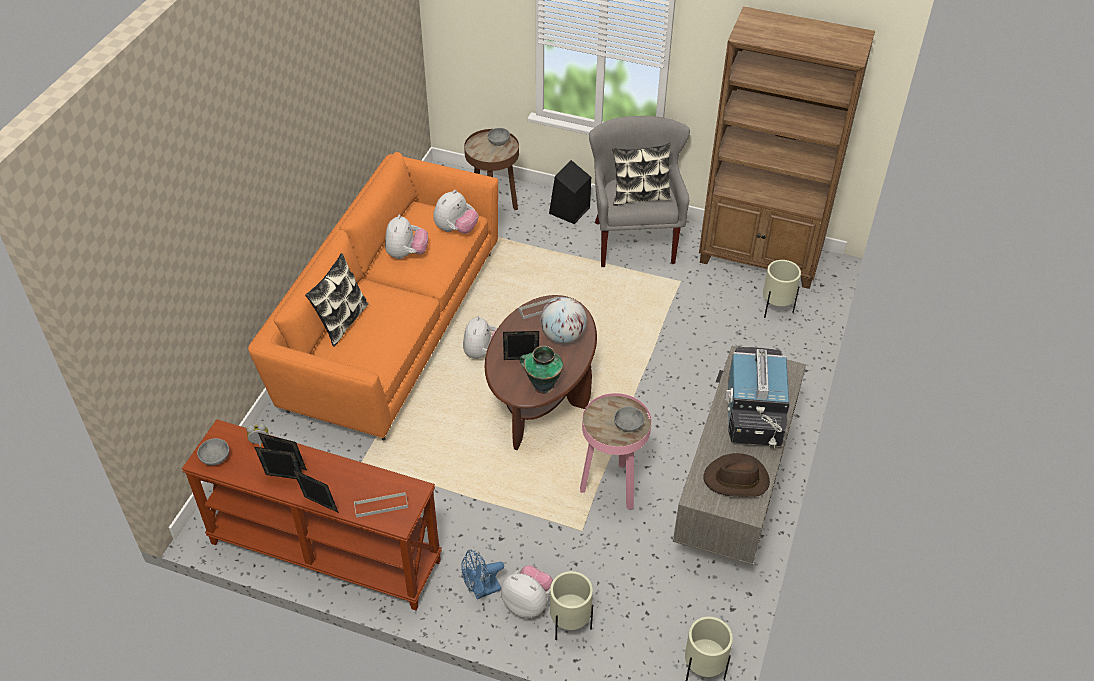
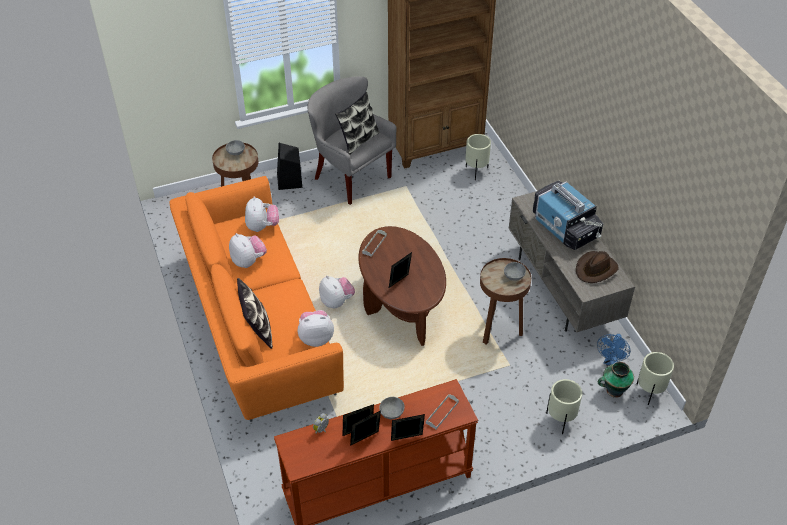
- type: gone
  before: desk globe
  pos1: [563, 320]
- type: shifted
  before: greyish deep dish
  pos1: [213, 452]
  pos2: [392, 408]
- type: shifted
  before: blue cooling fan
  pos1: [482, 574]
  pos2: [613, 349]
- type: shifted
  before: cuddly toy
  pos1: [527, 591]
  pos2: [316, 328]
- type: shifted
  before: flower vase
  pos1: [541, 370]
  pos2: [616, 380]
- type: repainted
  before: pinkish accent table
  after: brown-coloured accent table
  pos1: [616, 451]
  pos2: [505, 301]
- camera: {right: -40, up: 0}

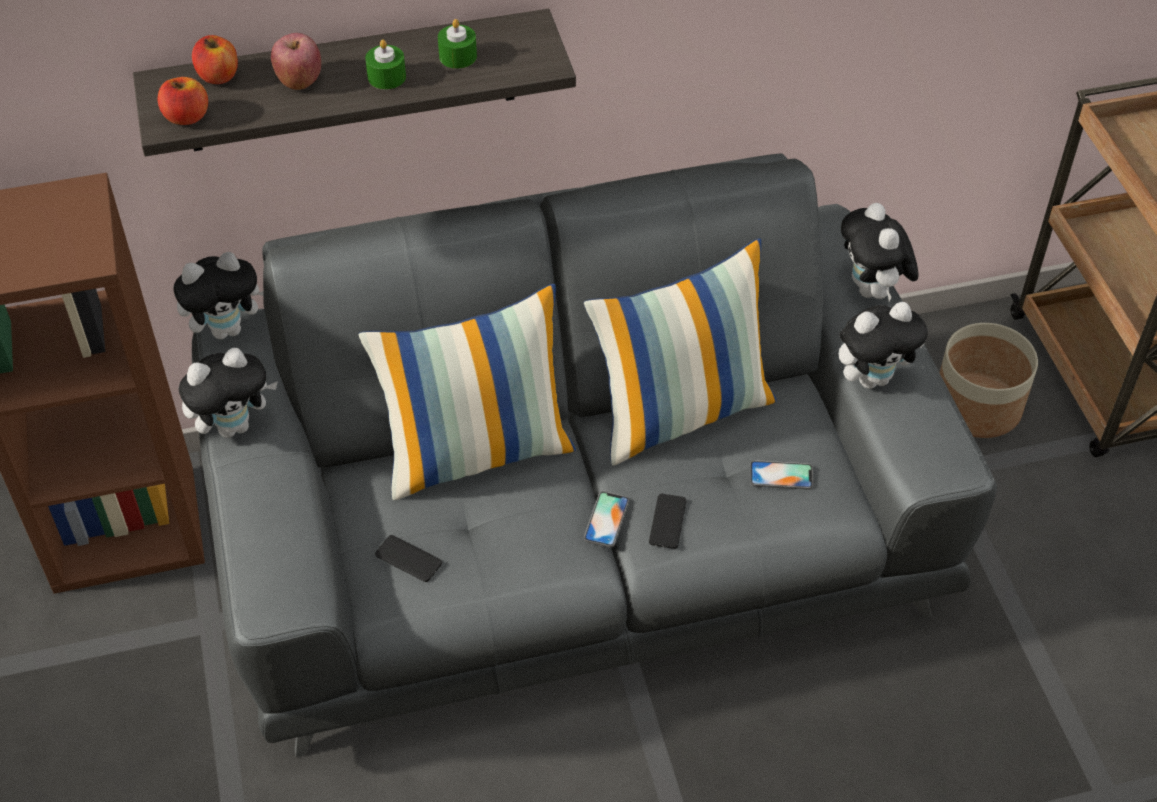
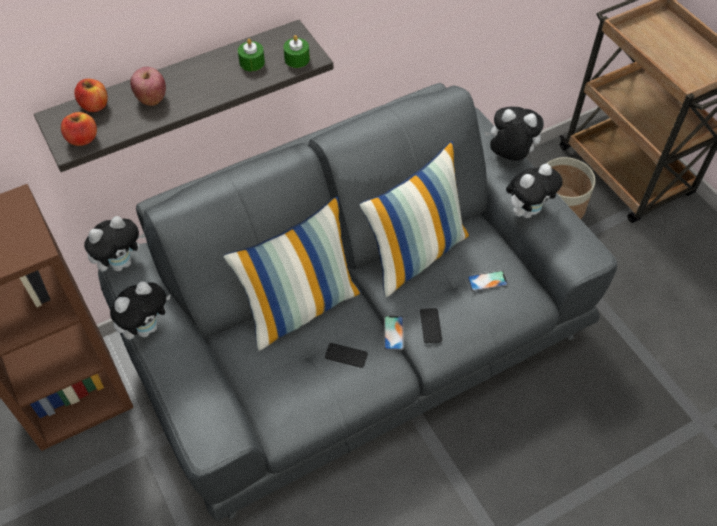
- type: shifted
  before: greenish wax light
  pos1: [385, 64]
  pos2: [296, 51]
- type: shifted
  before: handset
  pos1: [408, 558]
  pos2: [346, 355]
- type: rotated
  before: cuddly toy
  pos1: [879, 252]
  pos2: [514, 134]
  turn: 135
- camera: {right: -15, up: 5}

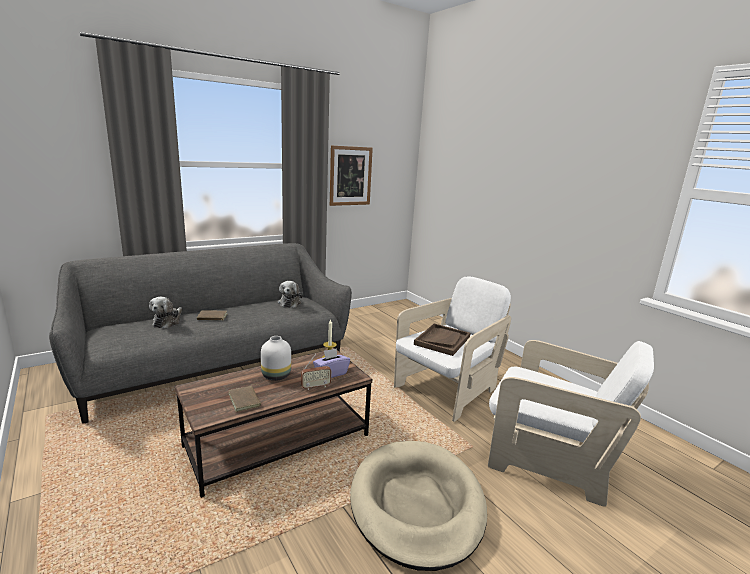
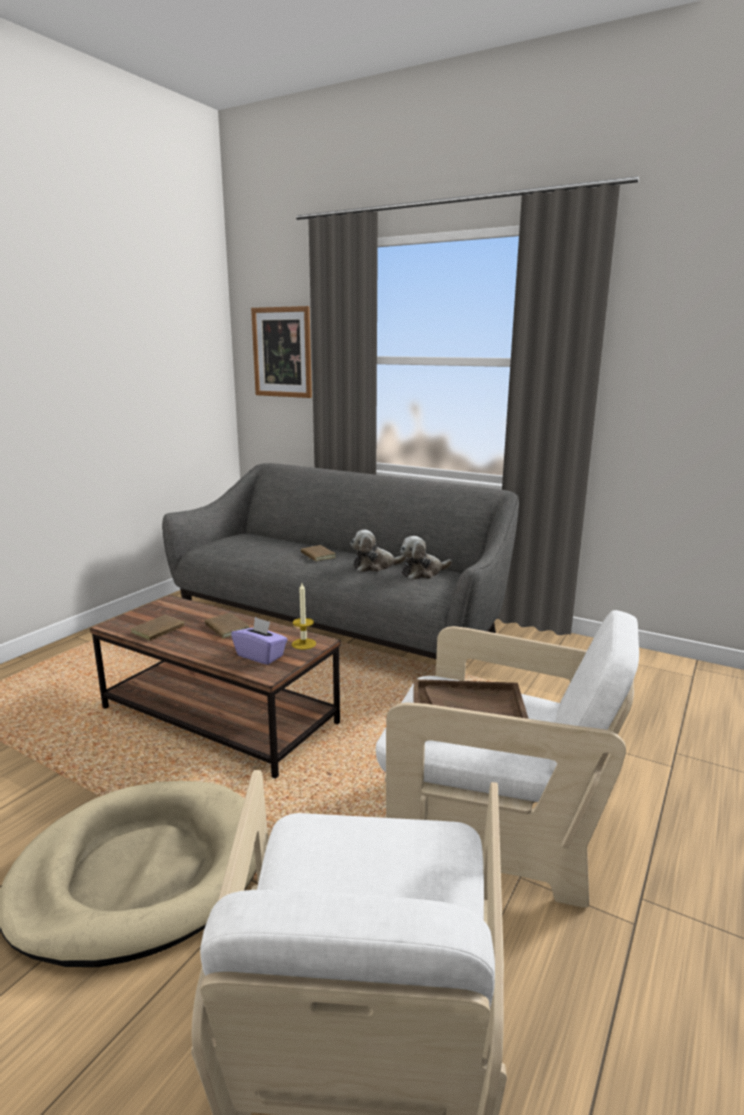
- type: gone
  before: radio set
  pos1: [316, 371]
- type: shifted
  before: cuddly toy
  pos1: [165, 312]
  pos2: [378, 551]
- type: shifted
  before: wall picture
  pos1: [351, 176]
  pos2: [281, 352]
- type: swapped
  before: whitish flower vase
  after: brown-coloured volume
  pos1: [276, 358]
  pos2: [227, 625]
- camera: {right: 65, up: 0}

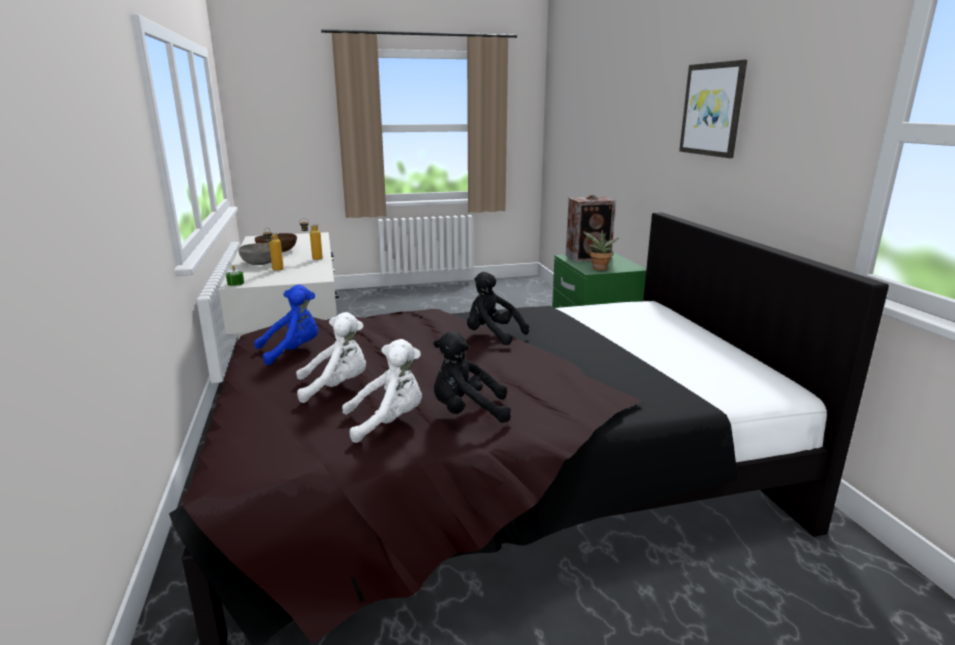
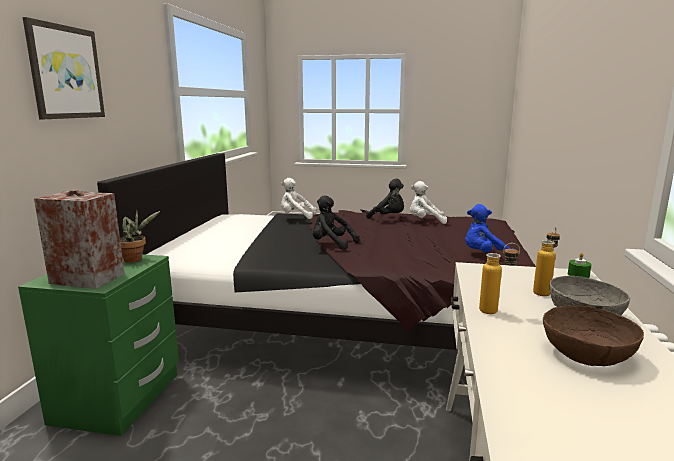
- type: shifted
  before: whitish cuddly toy
  pos1: [331, 357]
  pos2: [299, 198]
- type: rotated
  before: blackish cuddly toy
  pos1: [498, 308]
  pos2: [336, 222]
  turn: 150
- camera: {right: -155, up: -5}

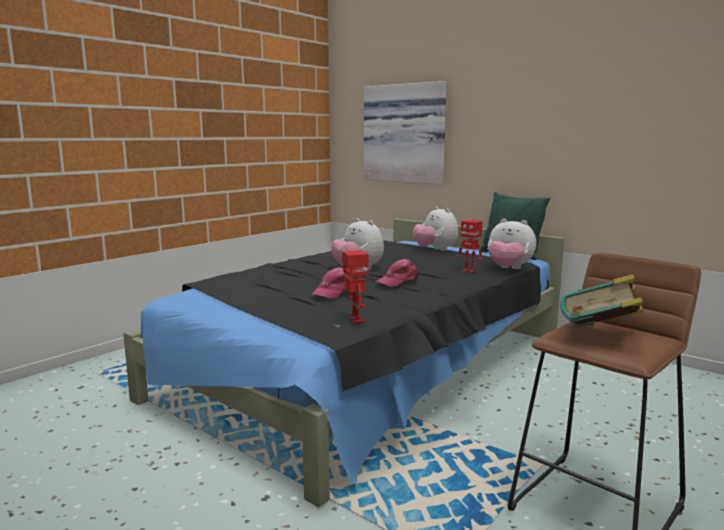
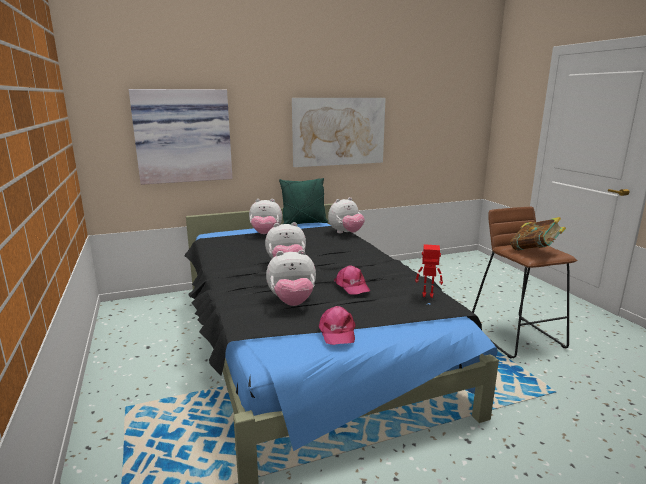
- type: gone
  before: model robot
  pos1: [470, 246]
- type: new
  after: cuddly toy
  pos2: [291, 278]
- type: new
  after: wall picture
  pos2: [339, 132]
- type: shifted
  before: pinkish cap
  pos1: [396, 273]
  pos2: [337, 325]
- camera: {right: -60, up: 5}

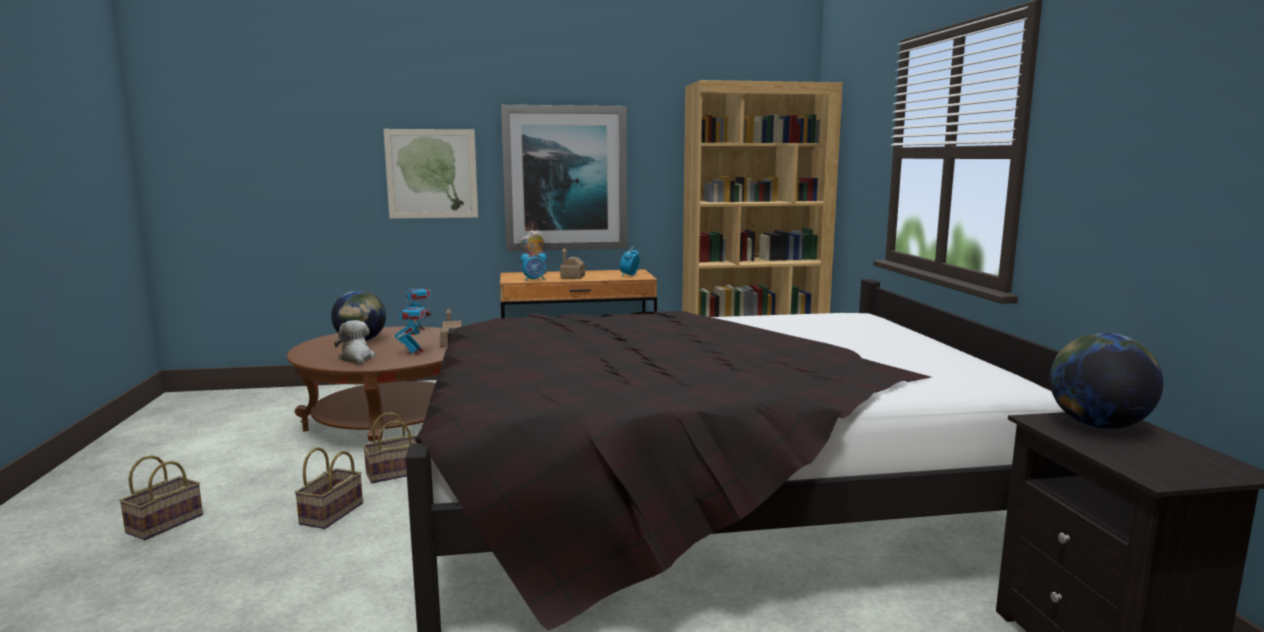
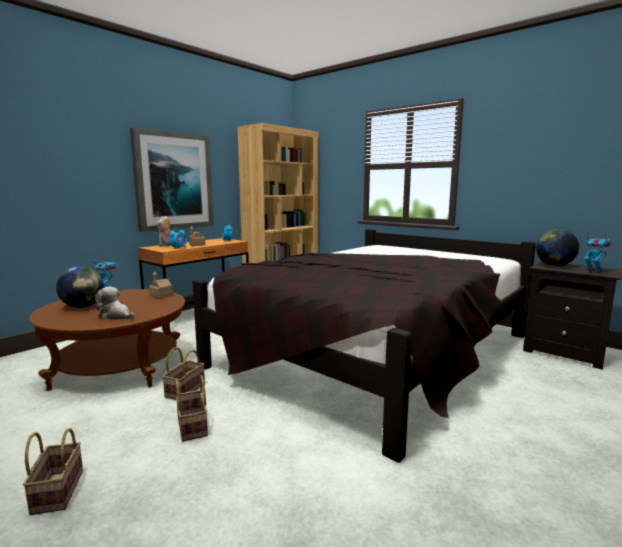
- type: gone
  before: wall picture
  pos1: [430, 174]
- type: shifted
  before: model robot
  pos1: [413, 326]
  pos2: [597, 252]
- camera: {right: -40, up: 0}

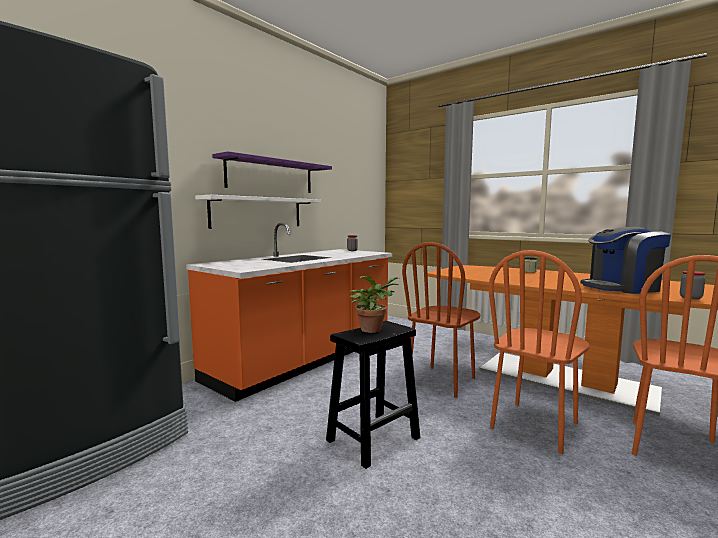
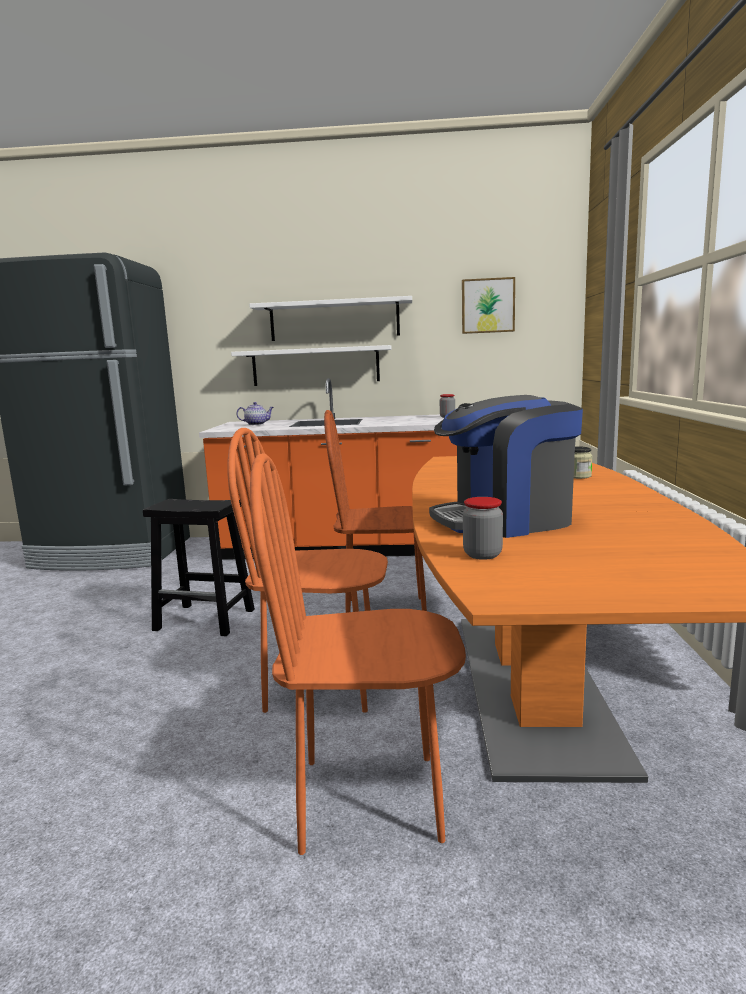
- type: gone
  before: potted plant
  pos1: [375, 304]
- type: new
  after: pot for tea
  pos2: [255, 413]
- type: new
  after: wall picture
  pos2: [488, 305]
- type: repainted
  before: purple-coloured shelf
  after: whitish shelf
  pos1: [272, 172]
  pos2: [330, 318]
- type: rotated
  before: coffee brewer
  pos1: [626, 260]
  pos2: [506, 466]
  turn: -60
- camera: {right: 55, up: 5}

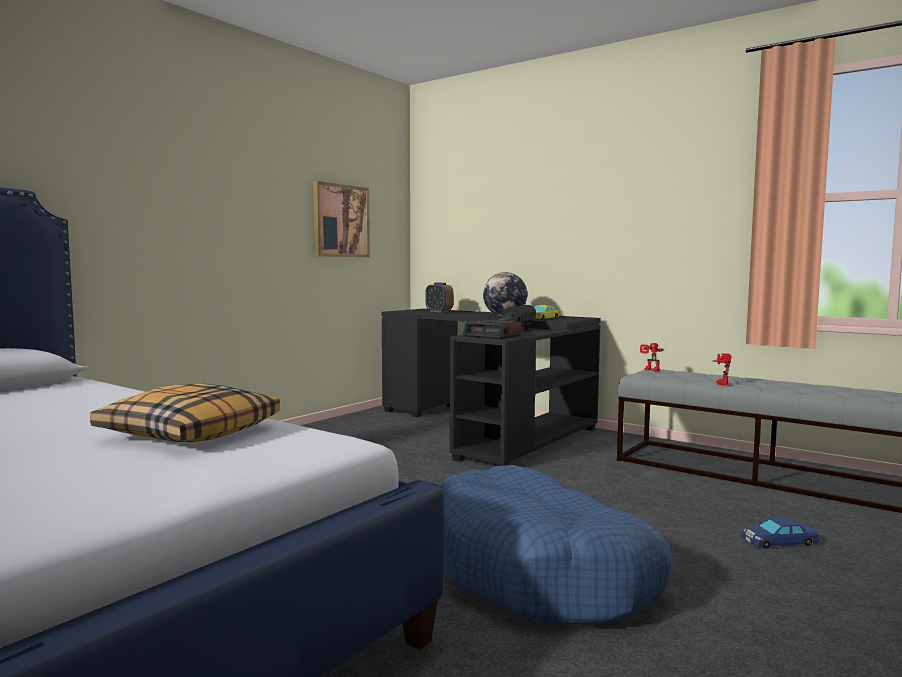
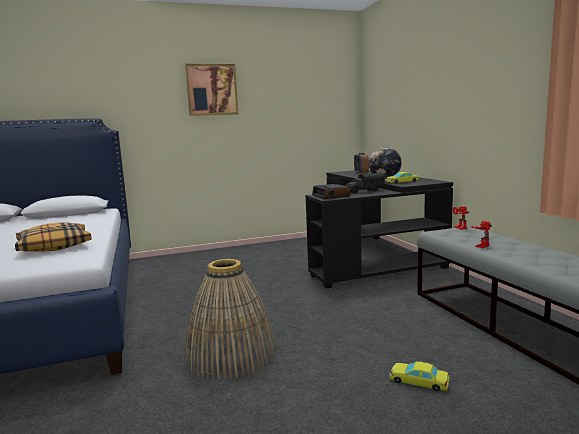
- type: shifted
  before: wall picture
  pos1: [341, 219]
  pos2: [211, 90]
- type: swapped
  before: blue dog bed
  after: basket
  pos1: [556, 545]
  pos2: [230, 319]
- type: repainted
  before: blue model car
  after: yellow model car
  pos1: [781, 533]
  pos2: [419, 376]
- camera: {right: 35, up: 5}

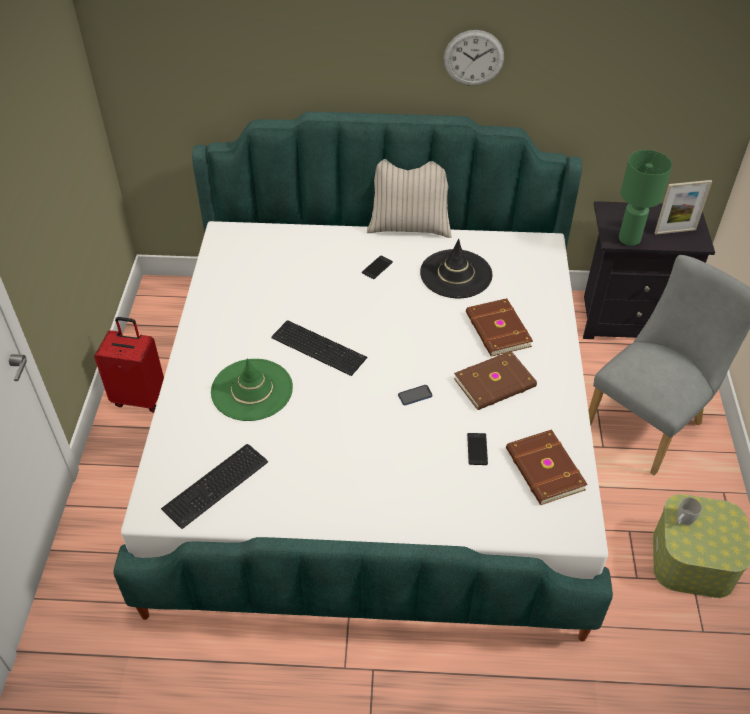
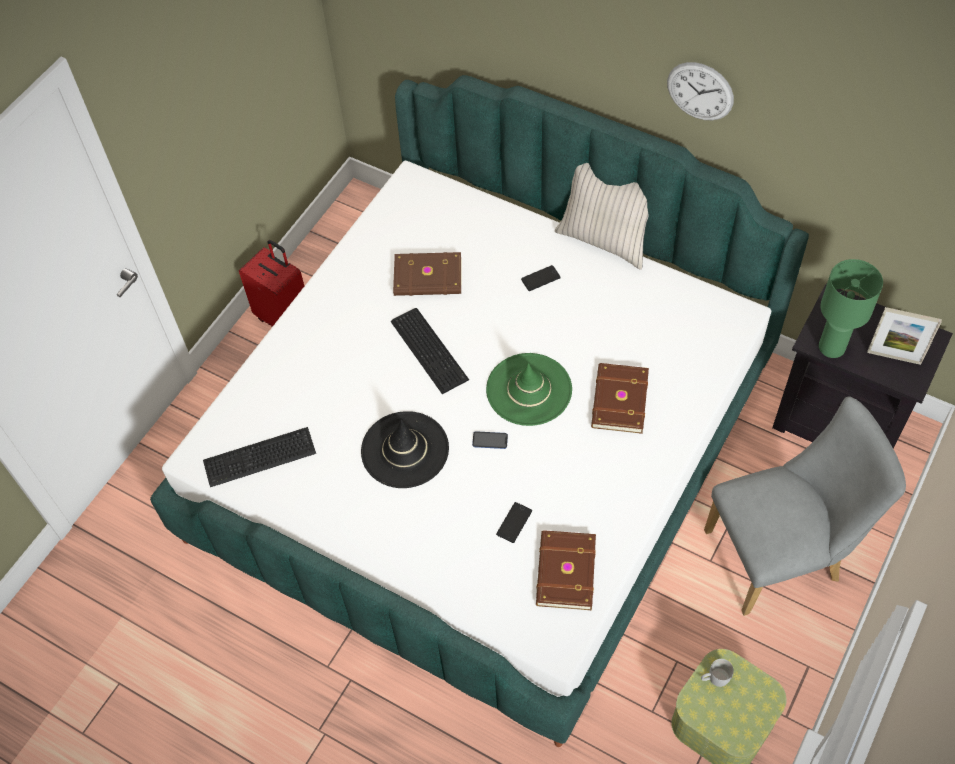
- type: shifted
  before: greenish clothing hat
  pos1: [252, 389]
  pos2: [529, 389]
- type: shifted
  before: blackish clothing hat
  pos1: [456, 268]
  pos2: [405, 449]
- type: shifted
  before: brown-coloured volume
  pos1: [495, 380]
  pos2: [427, 274]
- camera: {right: 30, up: 10}

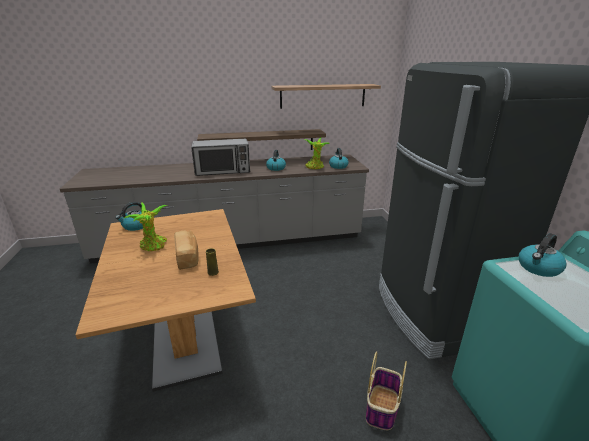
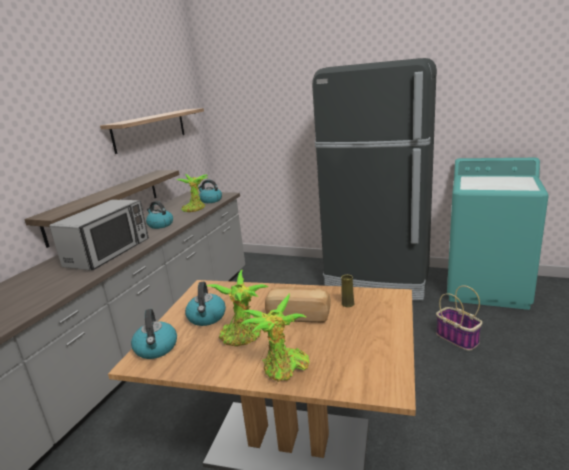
- type: new
  after: potted plant
  pos2: [274, 337]
- type: shifted
  before: kettle
  pos1: [543, 255]
  pos2: [205, 304]
- camera: {right: -55, up: -5}

